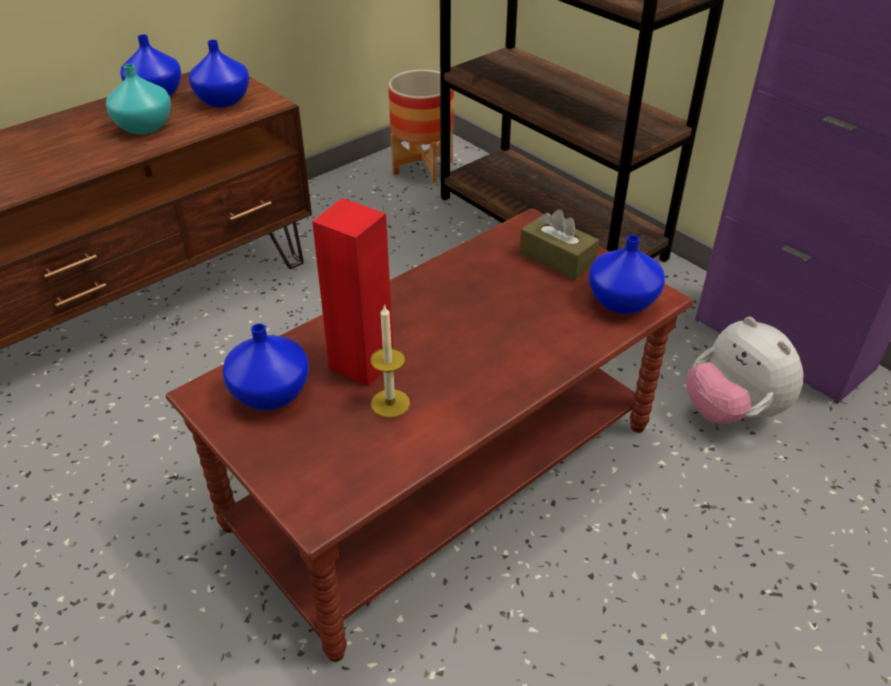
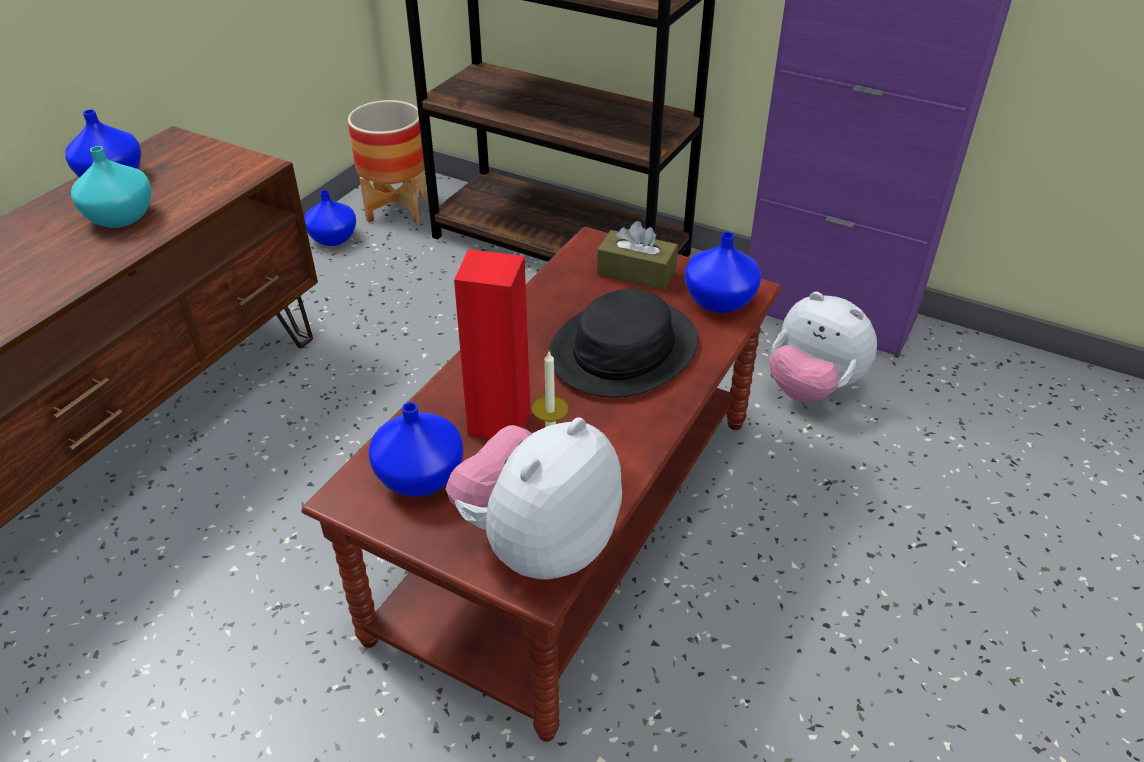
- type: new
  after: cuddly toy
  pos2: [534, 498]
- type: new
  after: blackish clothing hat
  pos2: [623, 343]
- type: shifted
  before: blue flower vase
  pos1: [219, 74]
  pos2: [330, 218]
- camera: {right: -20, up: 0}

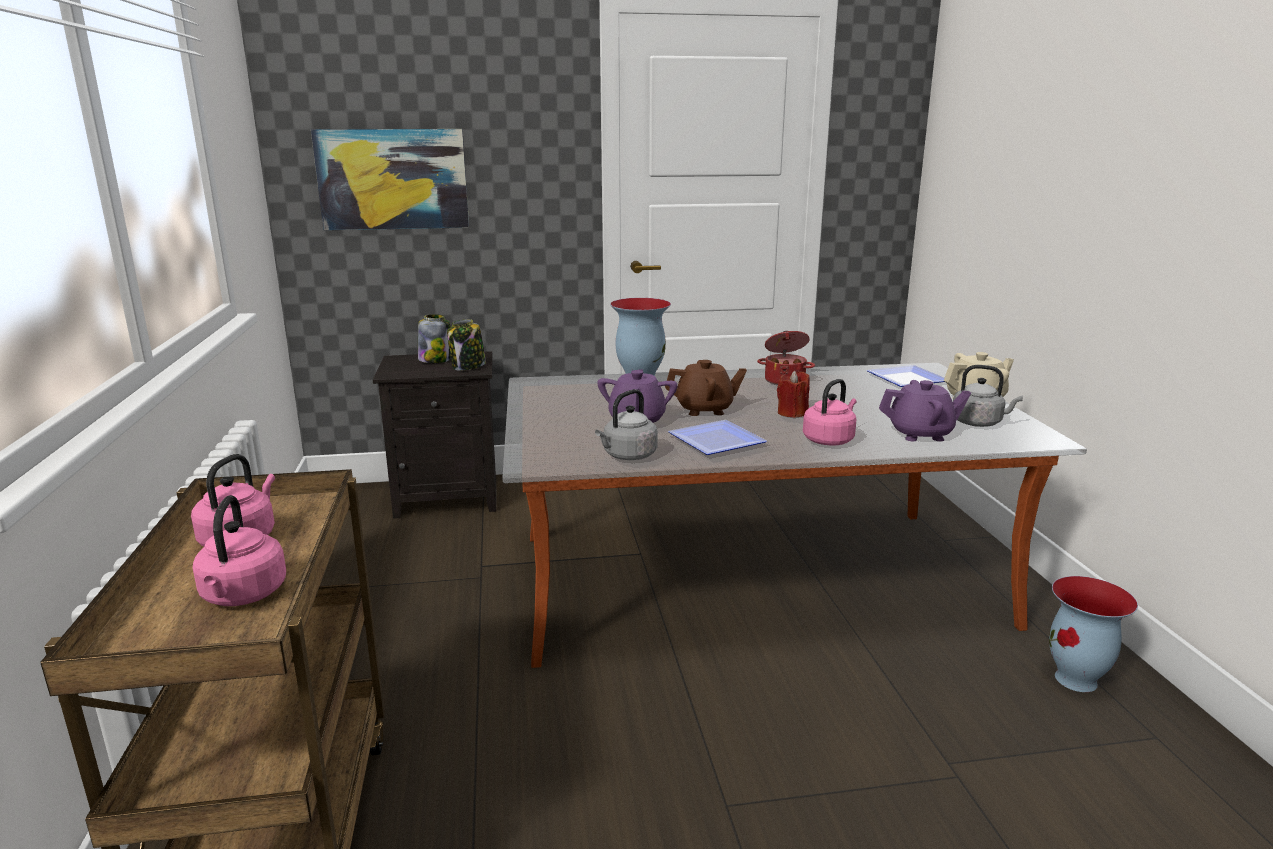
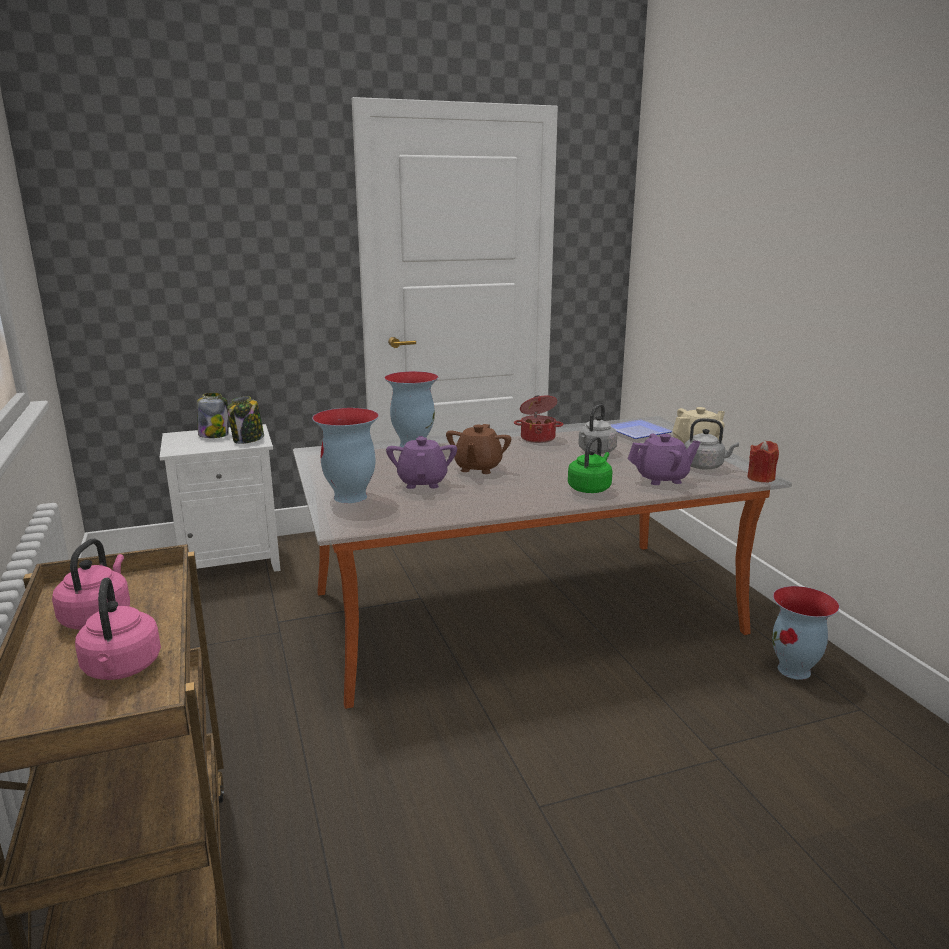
- type: gone
  before: wall picture
  pos1: [390, 179]
- type: gone
  before: plate
  pos1: [717, 437]
- type: new
  after: flower vase
  pos2: [345, 455]
- type: shifted
  before: greyish kettle
  pos1: [626, 424]
  pos2: [597, 429]
- type: shifted
  before: red wax light
  pos1: [793, 394]
  pos2: [763, 462]
- type: repainted
  before: blackish bedside table
  after: whitish bedside table
  pos1: [434, 435]
  pos2: [220, 498]
- type: repainted
  before: pinkish kettle
  after: greenish kettle
  pos1: [830, 412]
  pos2: [590, 464]
- type: rotated
  before: brown-coloured pot for tea
  pos1: [706, 388]
  pos2: [478, 449]
  turn: 120
- camera: {right: -10, up: 0}

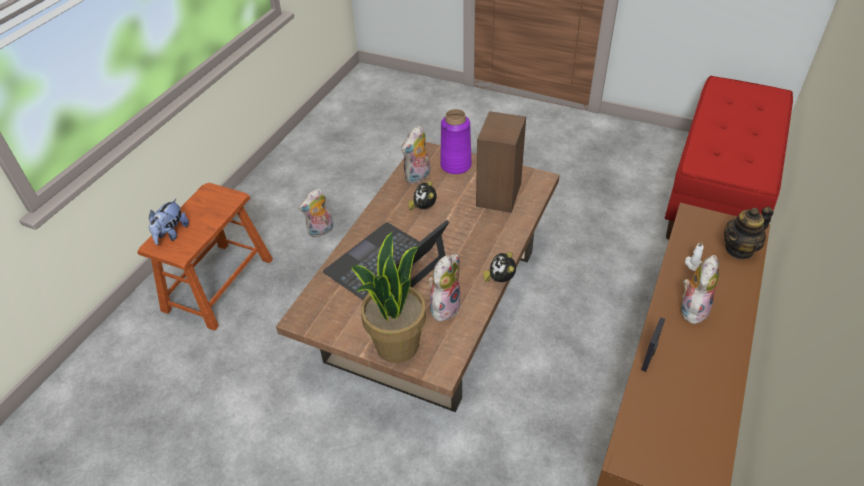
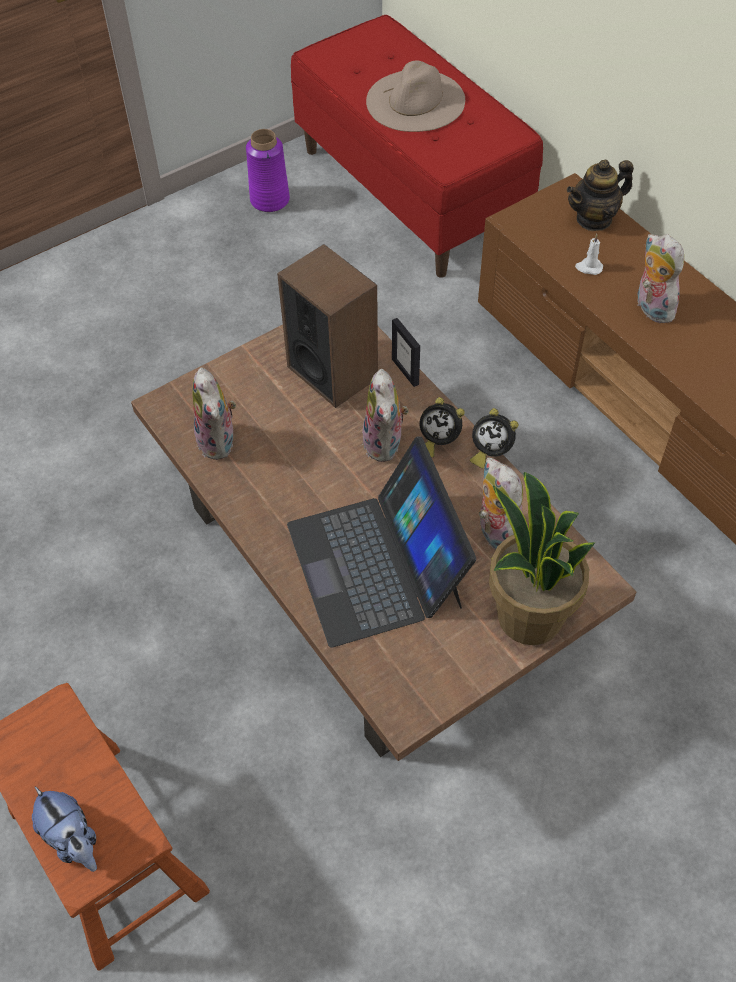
- type: new
  after: sand-coloured clothing hat
  pos2: [415, 96]
- type: shifted
  before: cuddly toy
  pos1: [315, 212]
  pos2: [385, 415]
- type: shifted
  before: alarm clock
  pos1: [422, 195]
  pos2: [442, 427]
- type: shifted
  before: purple-coloured flower vase
  pos1: [456, 141]
  pos2: [268, 170]
- type: shifted
  before: picture frame
  pos1: [653, 344]
  pos2: [406, 352]
- type: rotated
  before: pot for tea
  pos1: [749, 233]
  pos2: [600, 195]
  turn: 60
- camera: {right: -60, up: 10}

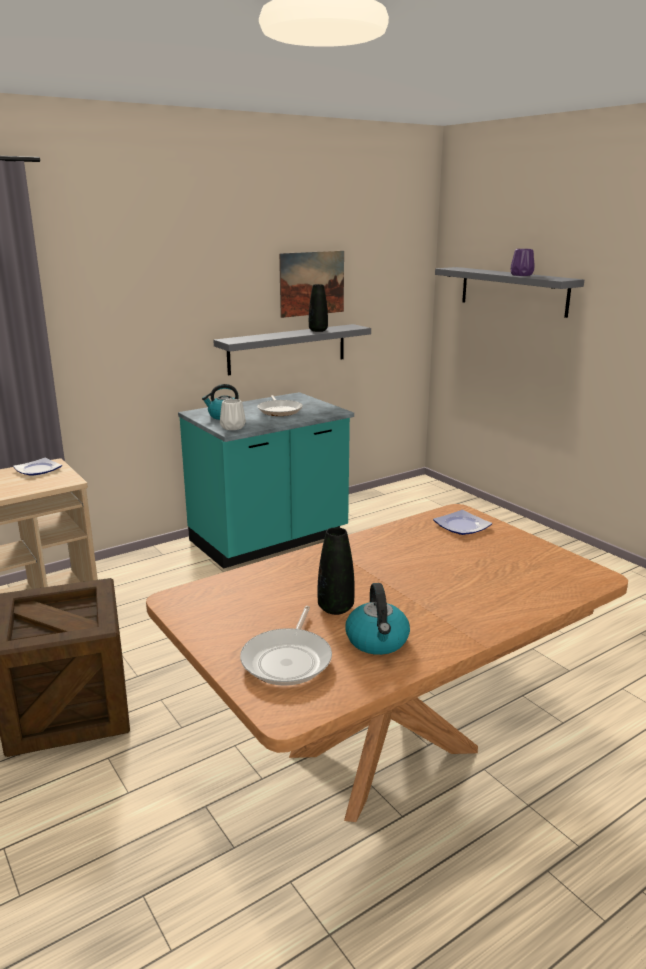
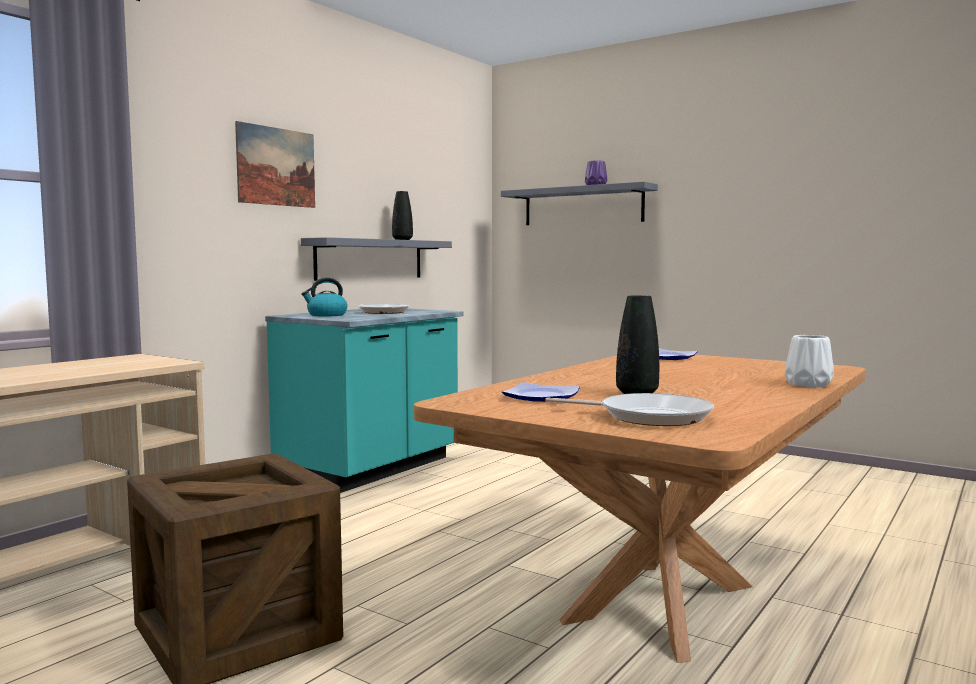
- type: gone
  before: kettle
  pos1: [378, 619]
- type: shifted
  before: plate
  pos1: [37, 467]
  pos2: [541, 392]
- type: shifted
  before: whitish flower vase
  pos1: [233, 414]
  pos2: [809, 361]
- type: shifted
  before: wall picture
  pos1: [311, 284]
  pos2: [275, 164]
- type: rotated
  before: pan
  pos1: [286, 646]
  pos2: [629, 409]
  turn: -60
- camera: {right: -20, up: -15}

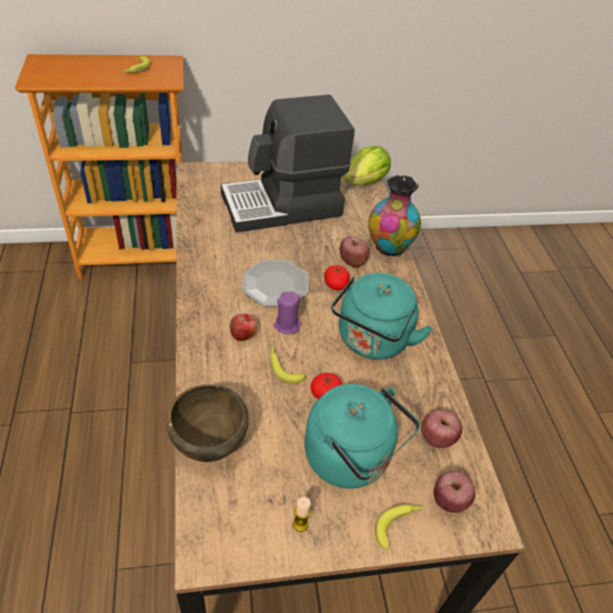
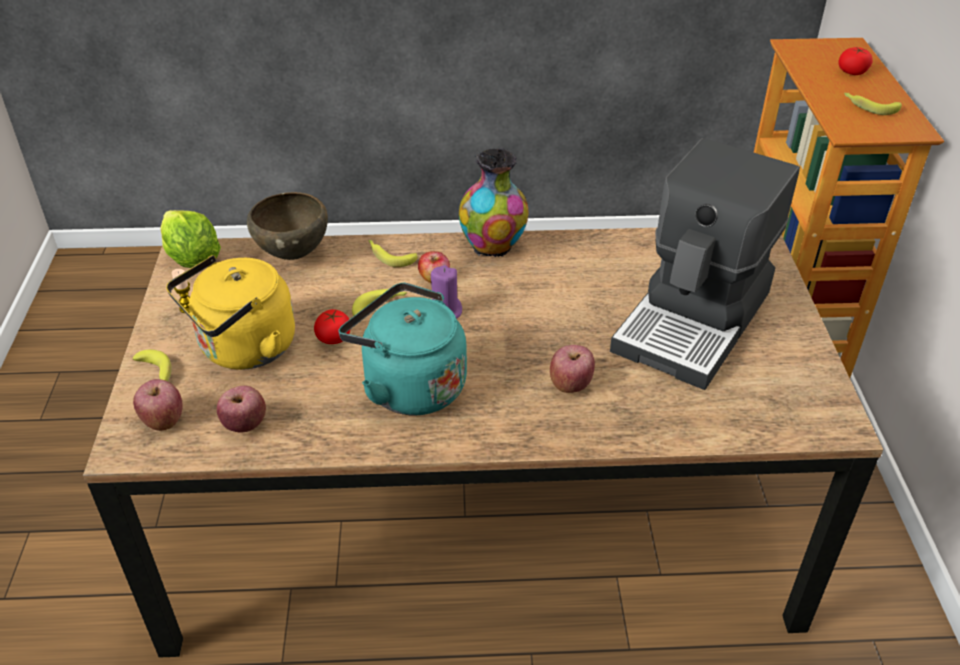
- type: gone
  before: plate
  pos1: [276, 283]
- type: new
  after: whole banana
  pos2: [392, 253]
- type: shifted
  before: fresh tomato
  pos1: [337, 277]
  pos2: [856, 61]
- type: shifted
  before: lettuce
  pos1: [367, 166]
  pos2: [190, 239]
- type: shifted
  before: flower vase
  pos1: [394, 216]
  pos2: [494, 203]
- type: repainted
  before: blue-green kettle
  after: yellow kettle
  pos1: [362, 436]
  pos2: [230, 312]
- type: rotated
  before: coffee brewer
  pos1: [288, 164]
  pos2: [705, 264]
  turn: -135
- camera: {right: 100, up: -5}

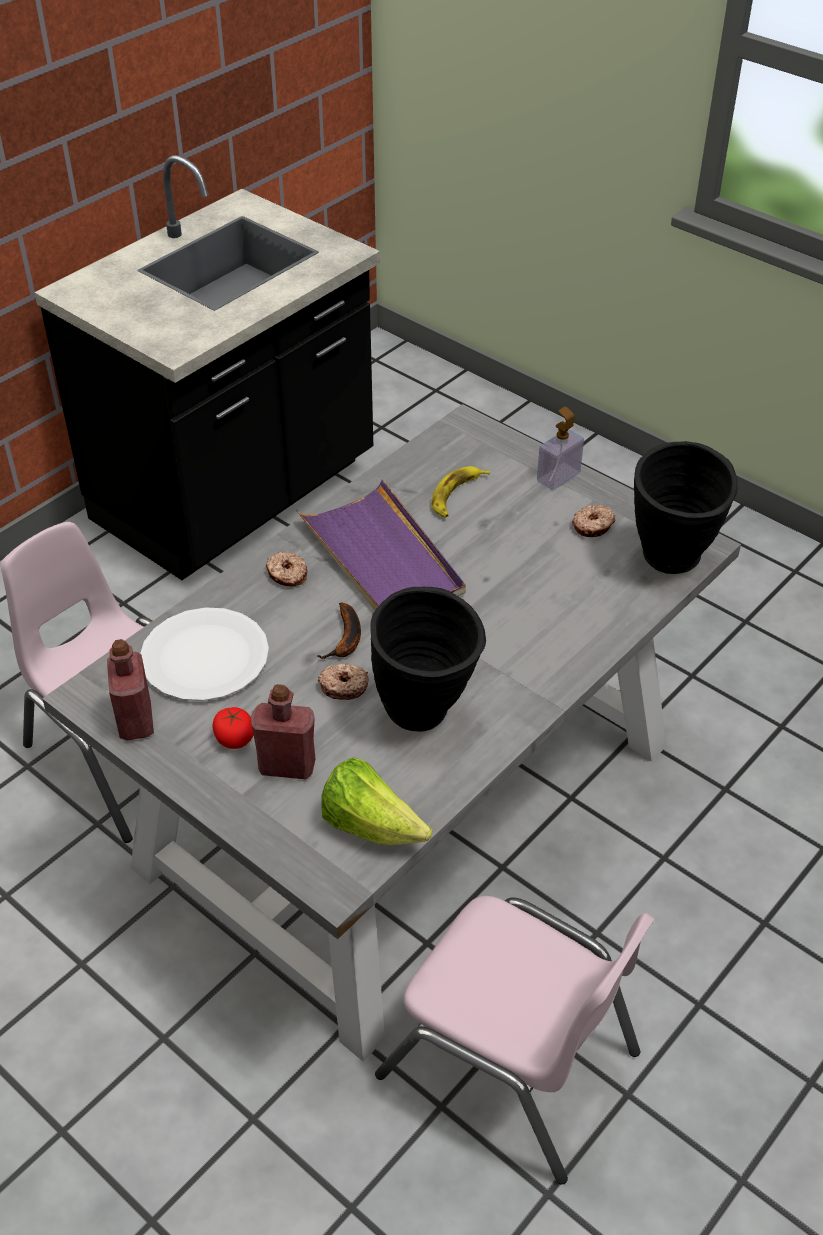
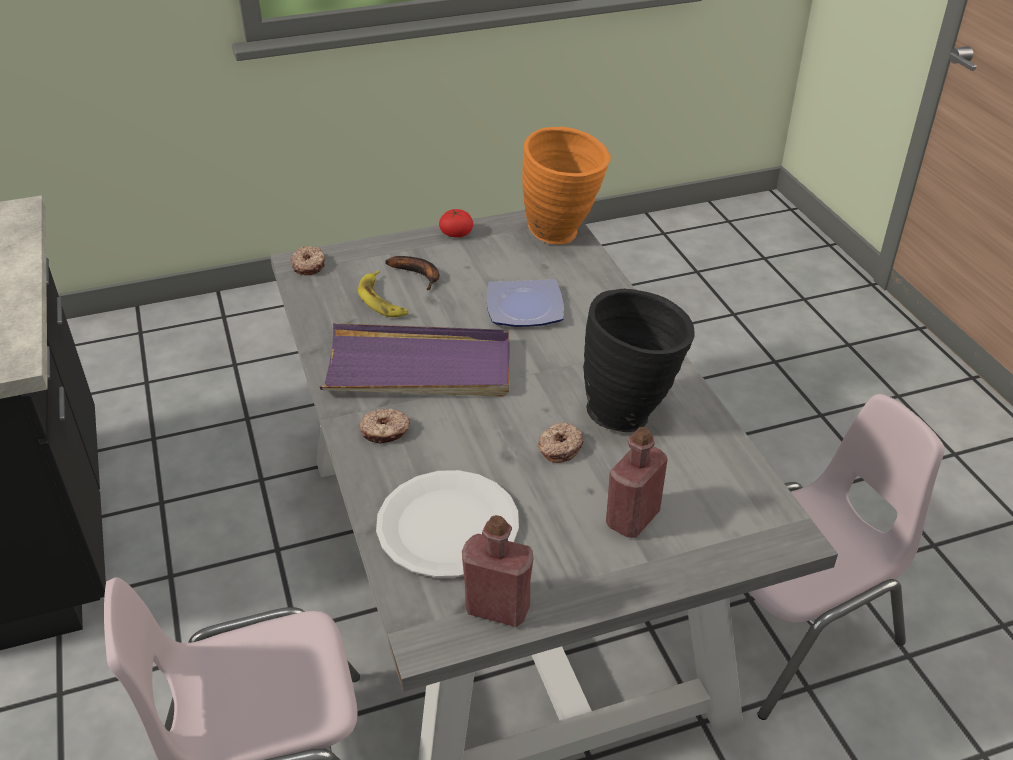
- type: gone
  before: lettuce
  pos1: [377, 801]
- type: gone
  before: liquid soap bottle
  pos1: [560, 448]
- type: new
  after: plate
  pos2: [525, 303]
- type: shifted
  before: fresh tomato
  pos1: [233, 728]
  pos2: [456, 223]
- type: shifted
  before: whole banana
  pos1: [339, 631]
  pos2: [412, 273]
- type: shifted
  before: ring doughnut
  pos1: [593, 521]
  pos2: [308, 261]
- type: repainted
  before: blackish flower vase
  after: orange-coloured flower vase
  pos1: [686, 507]
  pos2: [566, 186]
- camera: {right: -60, up: -5}

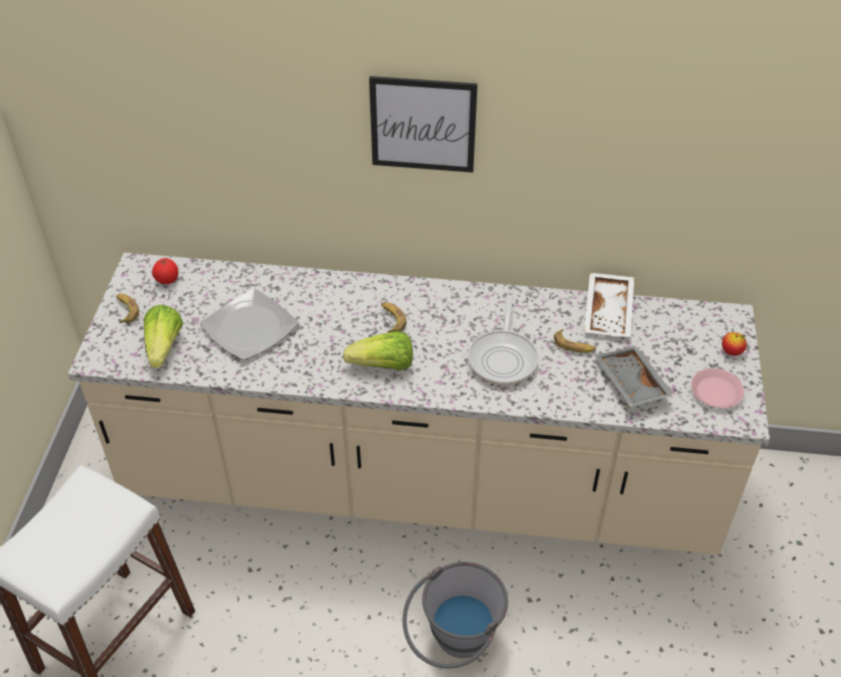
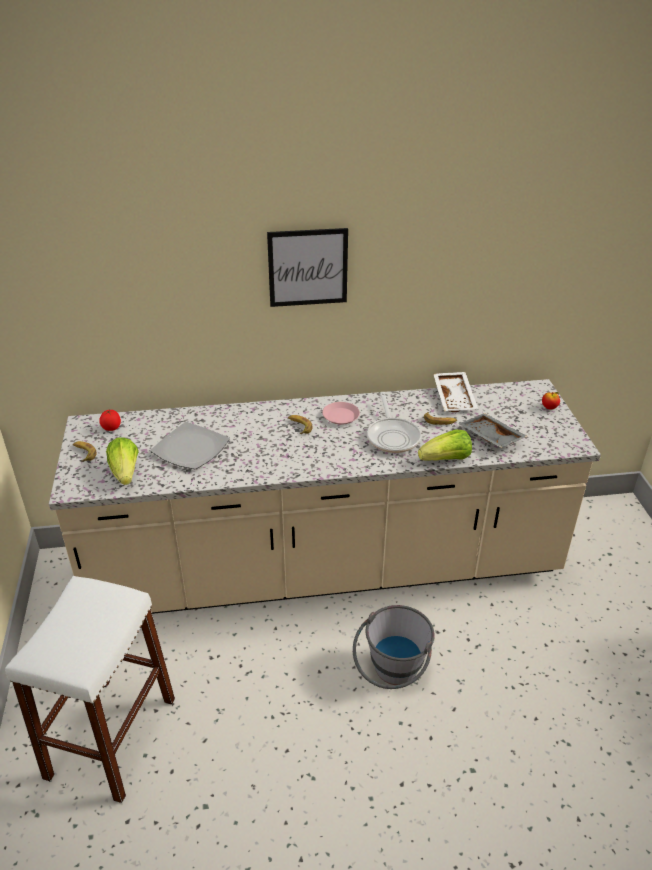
- type: shifted
  before: lettuce
  pos1: [378, 350]
  pos2: [445, 445]
- type: shifted
  before: pinkish plate
  pos1: [717, 388]
  pos2: [341, 413]
- camera: {right: -15, up: -10}

